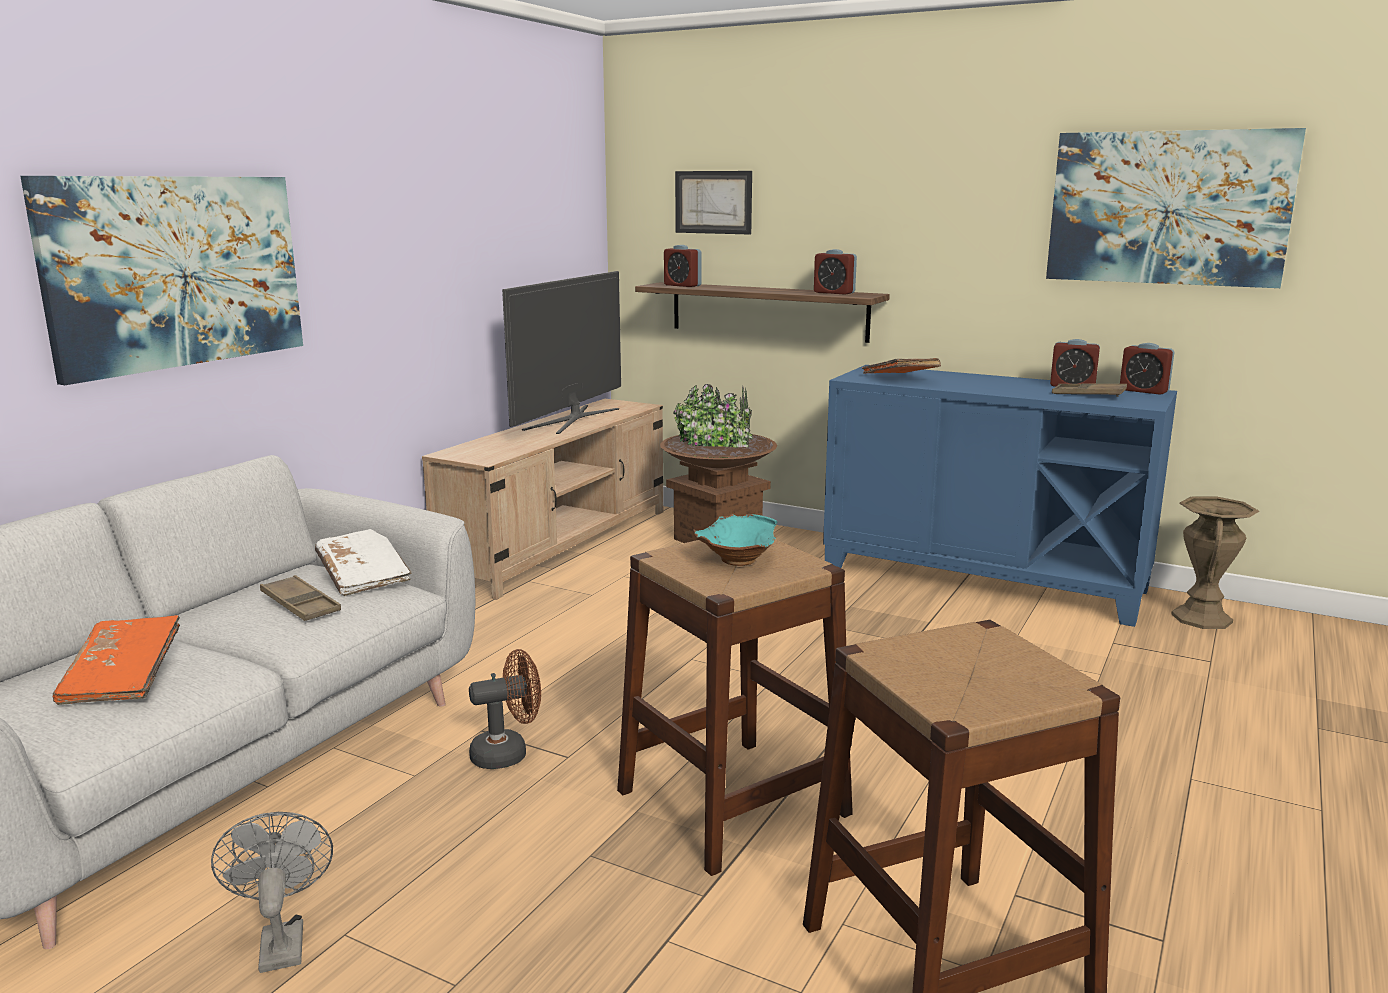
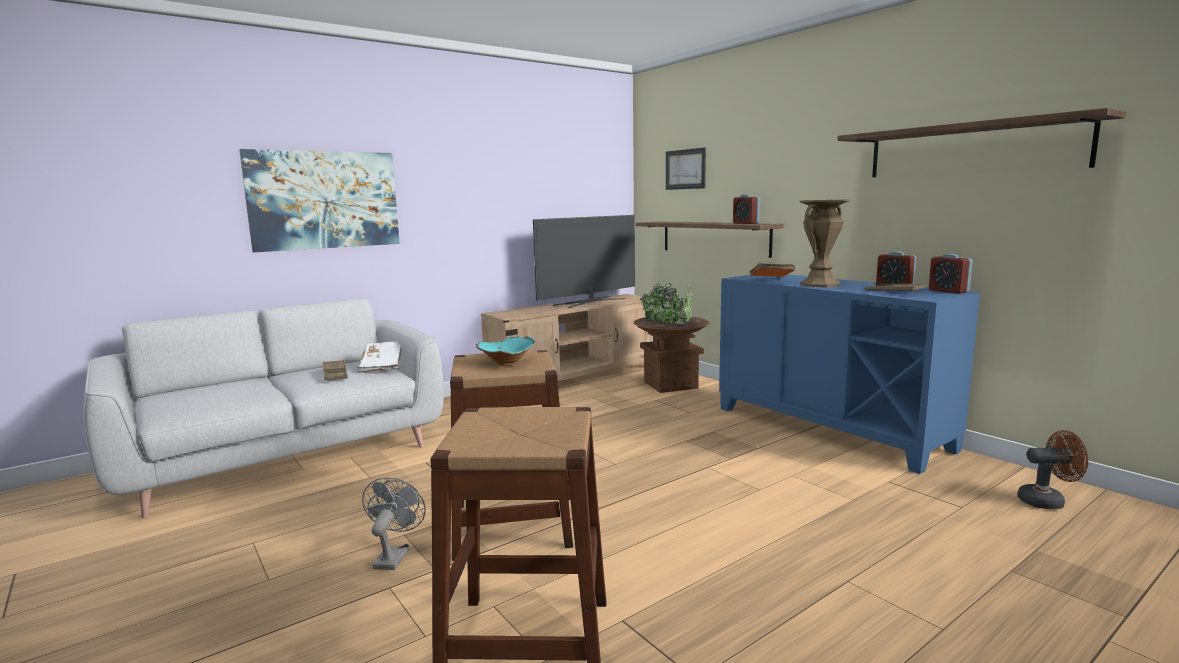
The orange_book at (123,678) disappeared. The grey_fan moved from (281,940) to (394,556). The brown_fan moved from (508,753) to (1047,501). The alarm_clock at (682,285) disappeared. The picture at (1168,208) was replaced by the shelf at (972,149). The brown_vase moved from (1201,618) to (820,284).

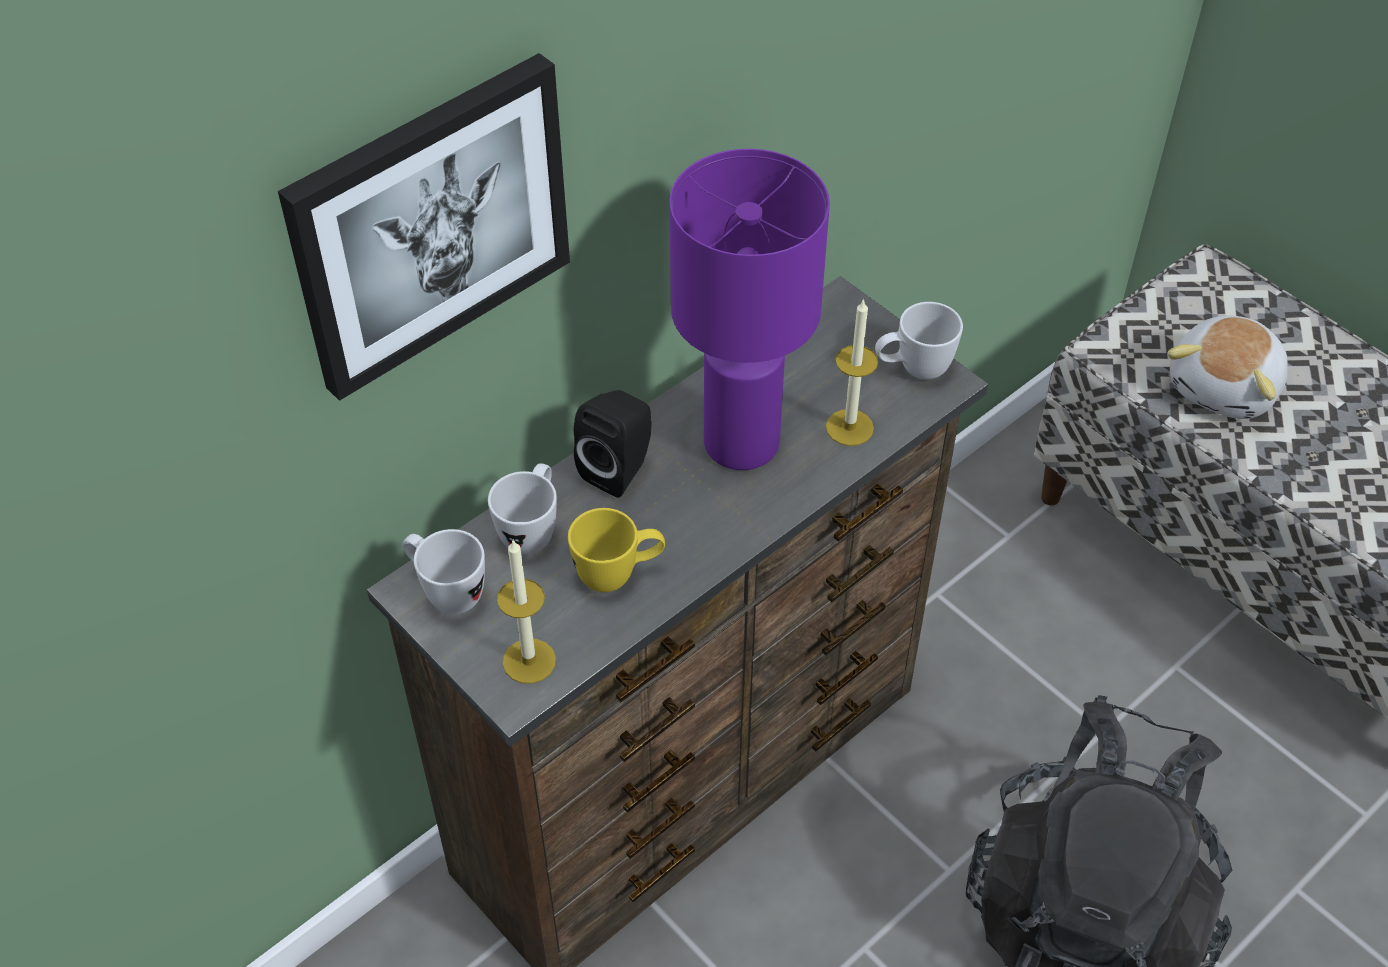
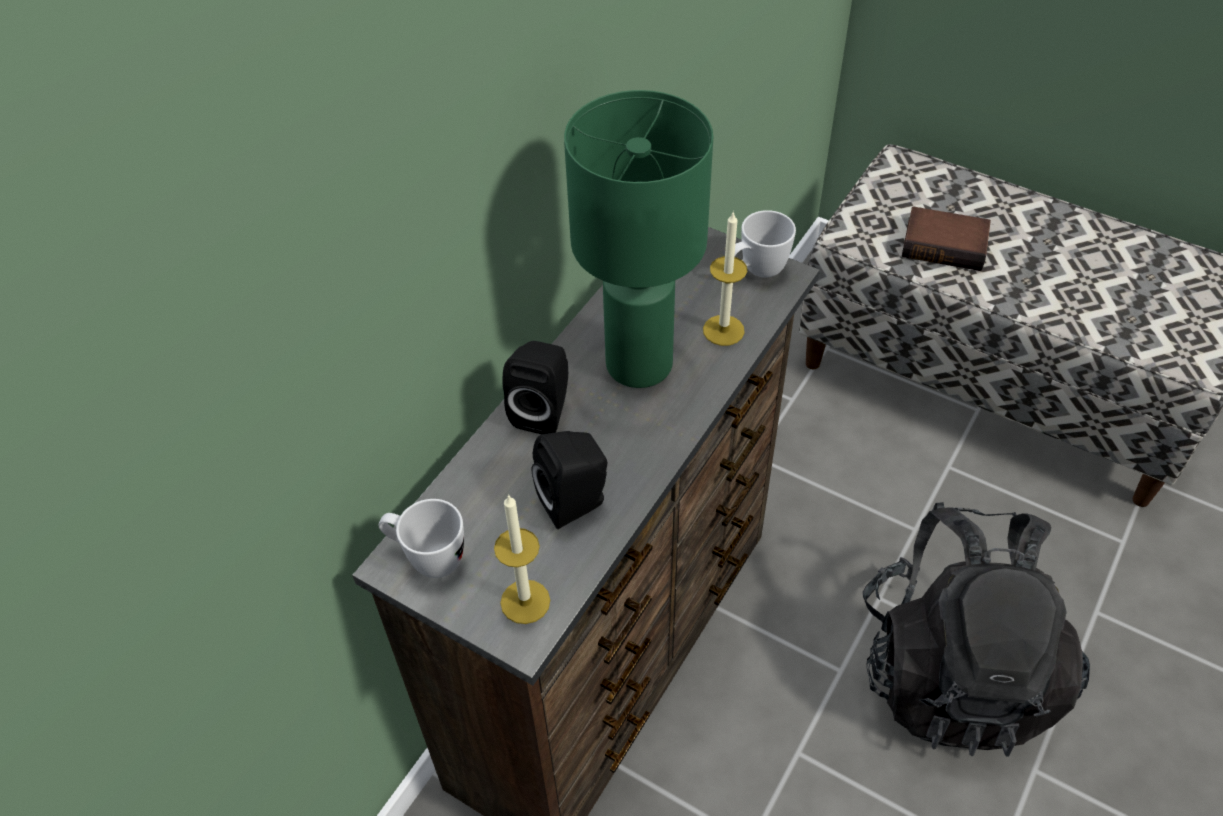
The picture at (430,223) disappeared. The white_mug at (532,529) disappeared. The yellow_mug at (618,574) was replaced by the black_speaker at (576,503). The purple_table_lamp at (743,443) became the green_table_lamp at (641,363). The plush_toy at (1226,387) was replaced by the book at (945,244).

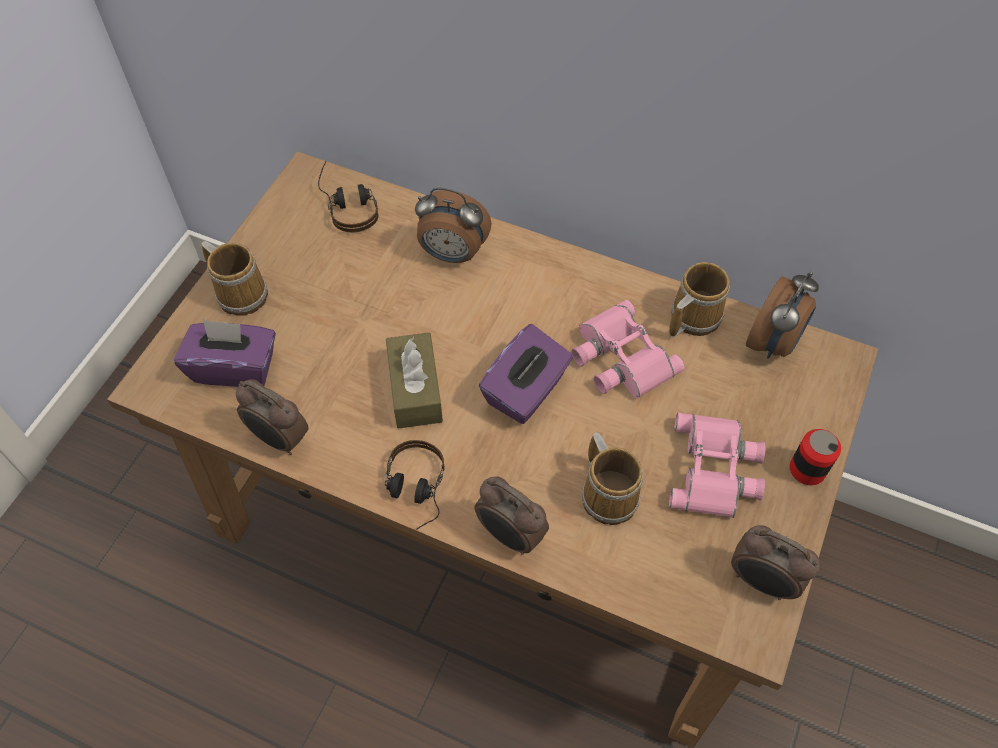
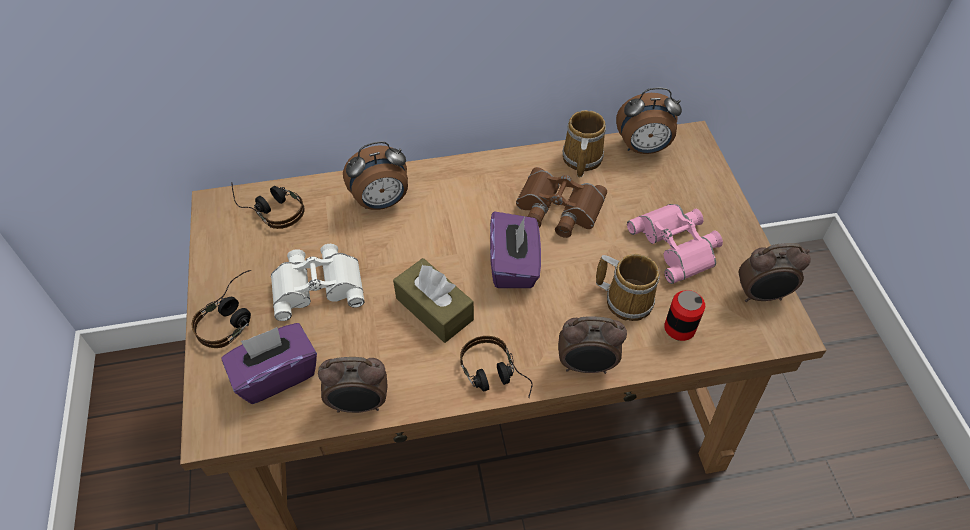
The mug at (241,292) was replaced by the headphones at (233,316). The pink_binoculars at (619,358) became the brown_binoculars at (557,209). The alarm_clock at (773,342) turned 90 degrees clockwise. The can moved from (807,469) to (679,328). The white_binoculars at (318,284) appeared.

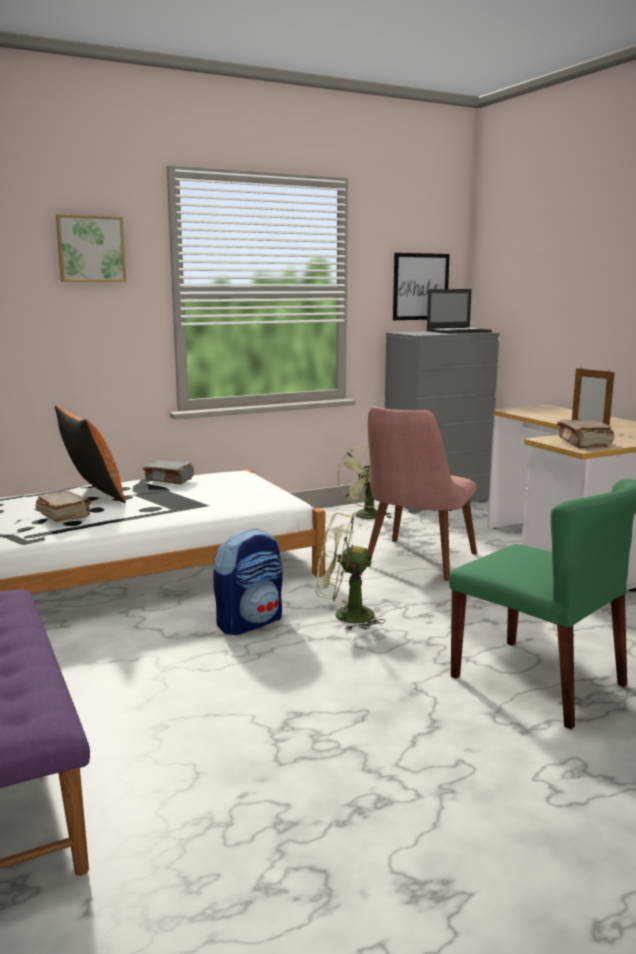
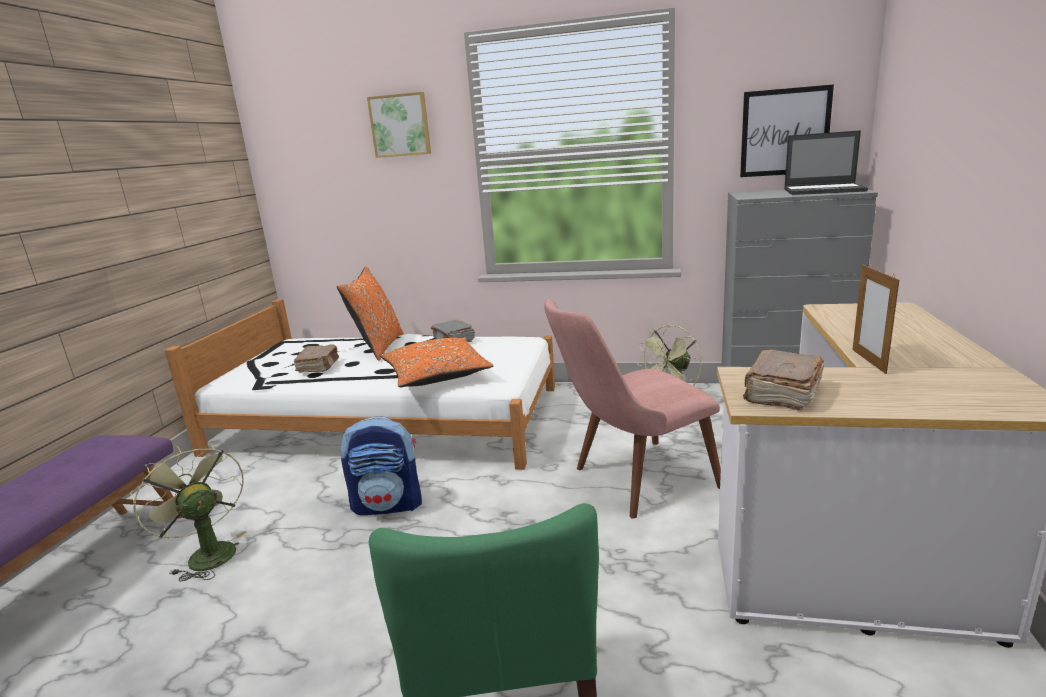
The green_fan moved from (344,616) to (207,553). The orange_pillow at (436,375) appeared.

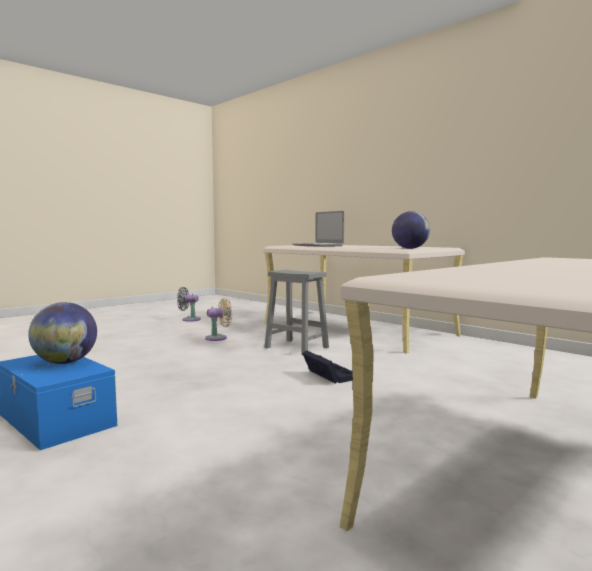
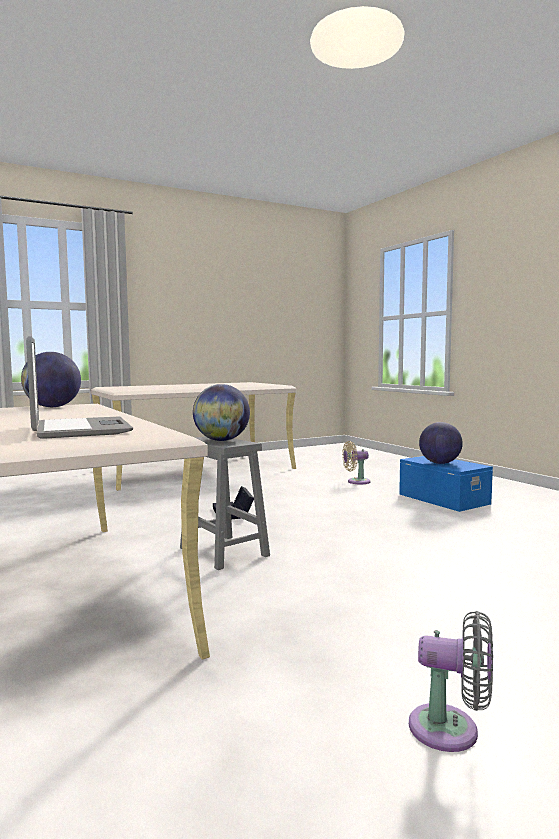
The beige_fan moved from (218,338) to (356,482). The globe at (222,440) appeared.

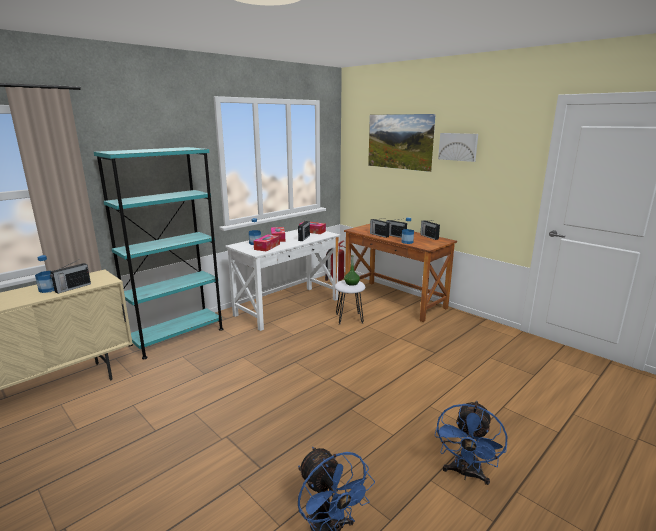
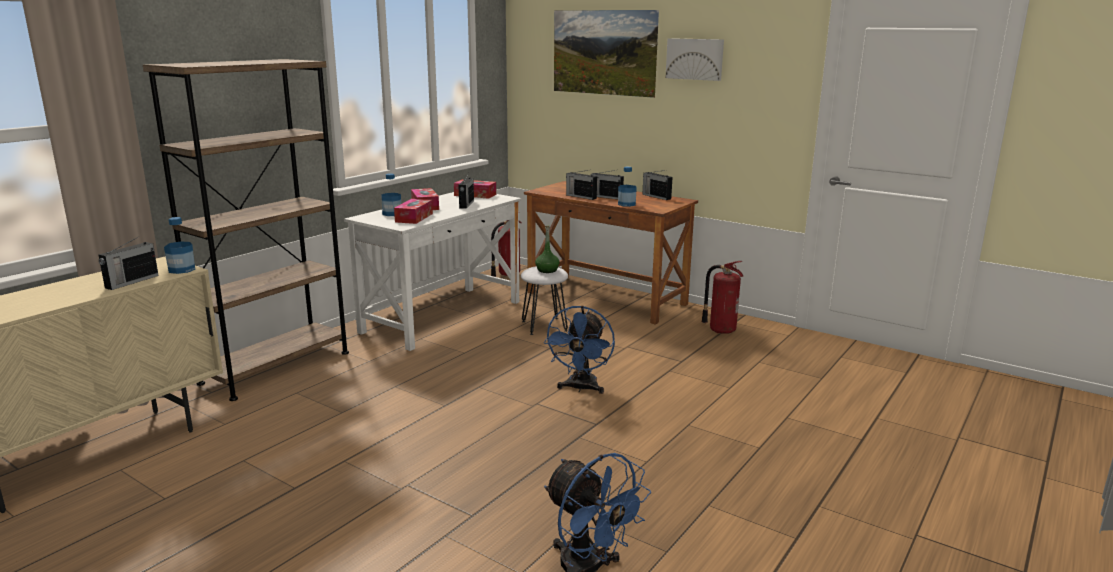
The bottle moved from (48,289) to (182,269). The turquoise_bookcase at (177,337) became the brown_bookcase at (276,367). The blue_fan moved from (465,474) to (581,388). The fire_extinguisher at (721,330) appeared.

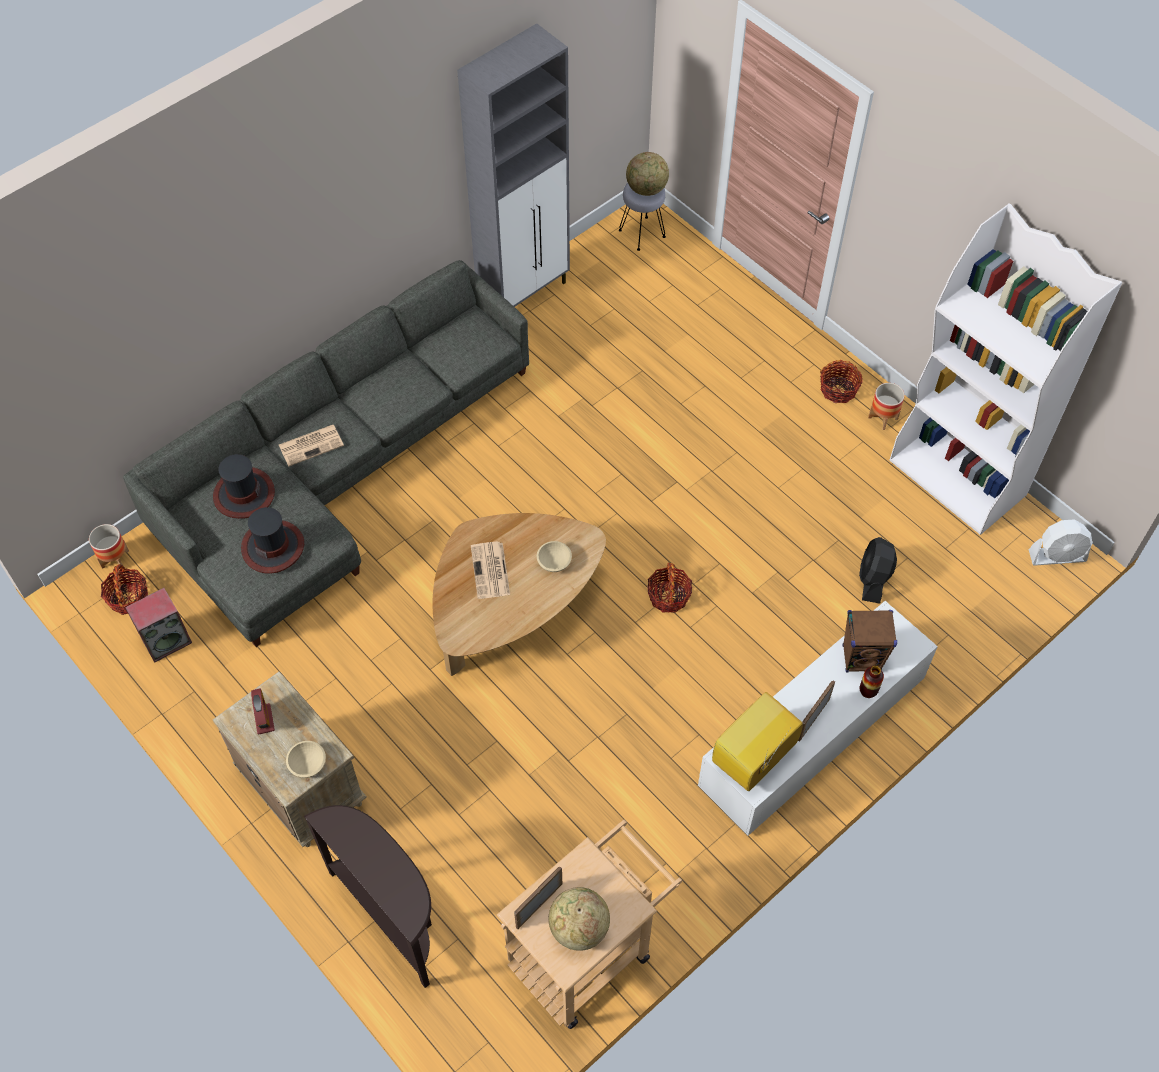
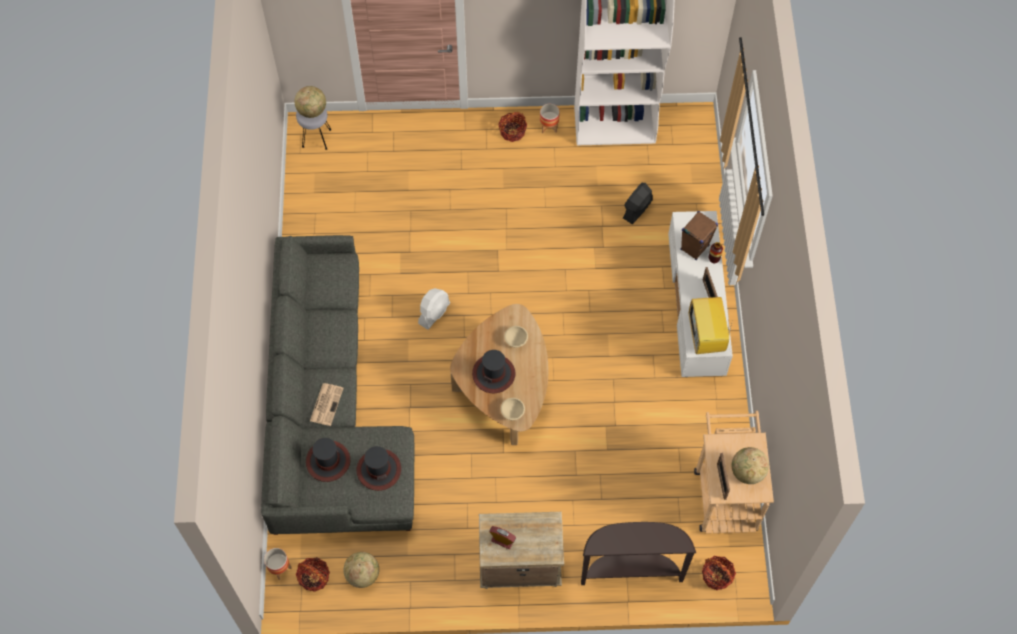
The speaker at (167,640) was replaced by the globe at (362,574). The beige_bowl moved from (308,764) to (513,412). The grey_cabinet at (524,293) disappeared. The newspaper at (490,571) was replaced by the hat at (494,373). The basket moved from (668,596) to (717,576). The black_fan at (873,579) turned 75 degrees clockwise. The white_fan moved from (1057,556) to (434,313).

